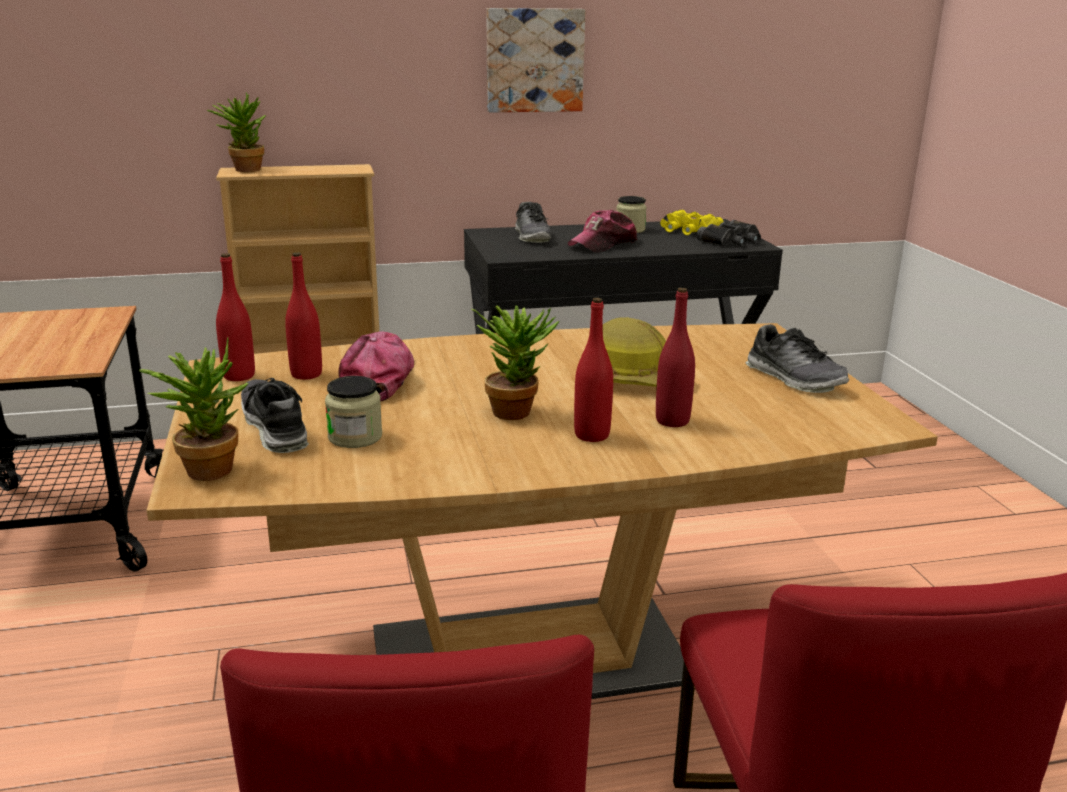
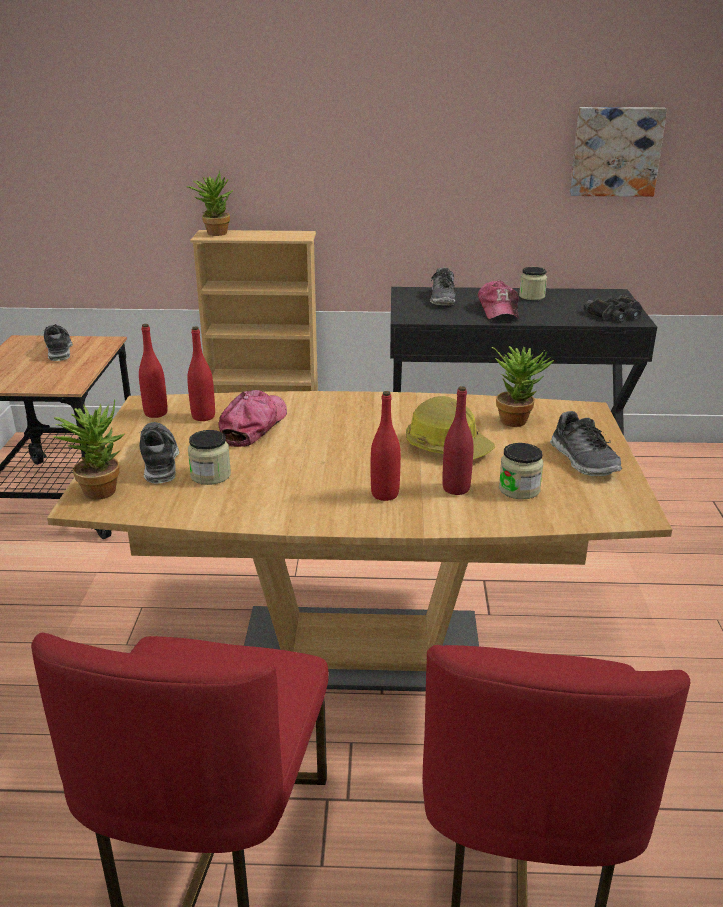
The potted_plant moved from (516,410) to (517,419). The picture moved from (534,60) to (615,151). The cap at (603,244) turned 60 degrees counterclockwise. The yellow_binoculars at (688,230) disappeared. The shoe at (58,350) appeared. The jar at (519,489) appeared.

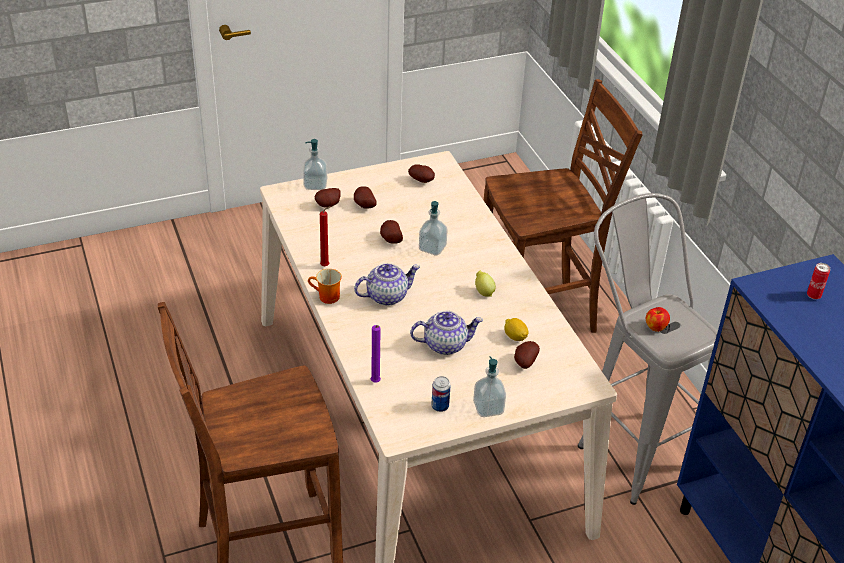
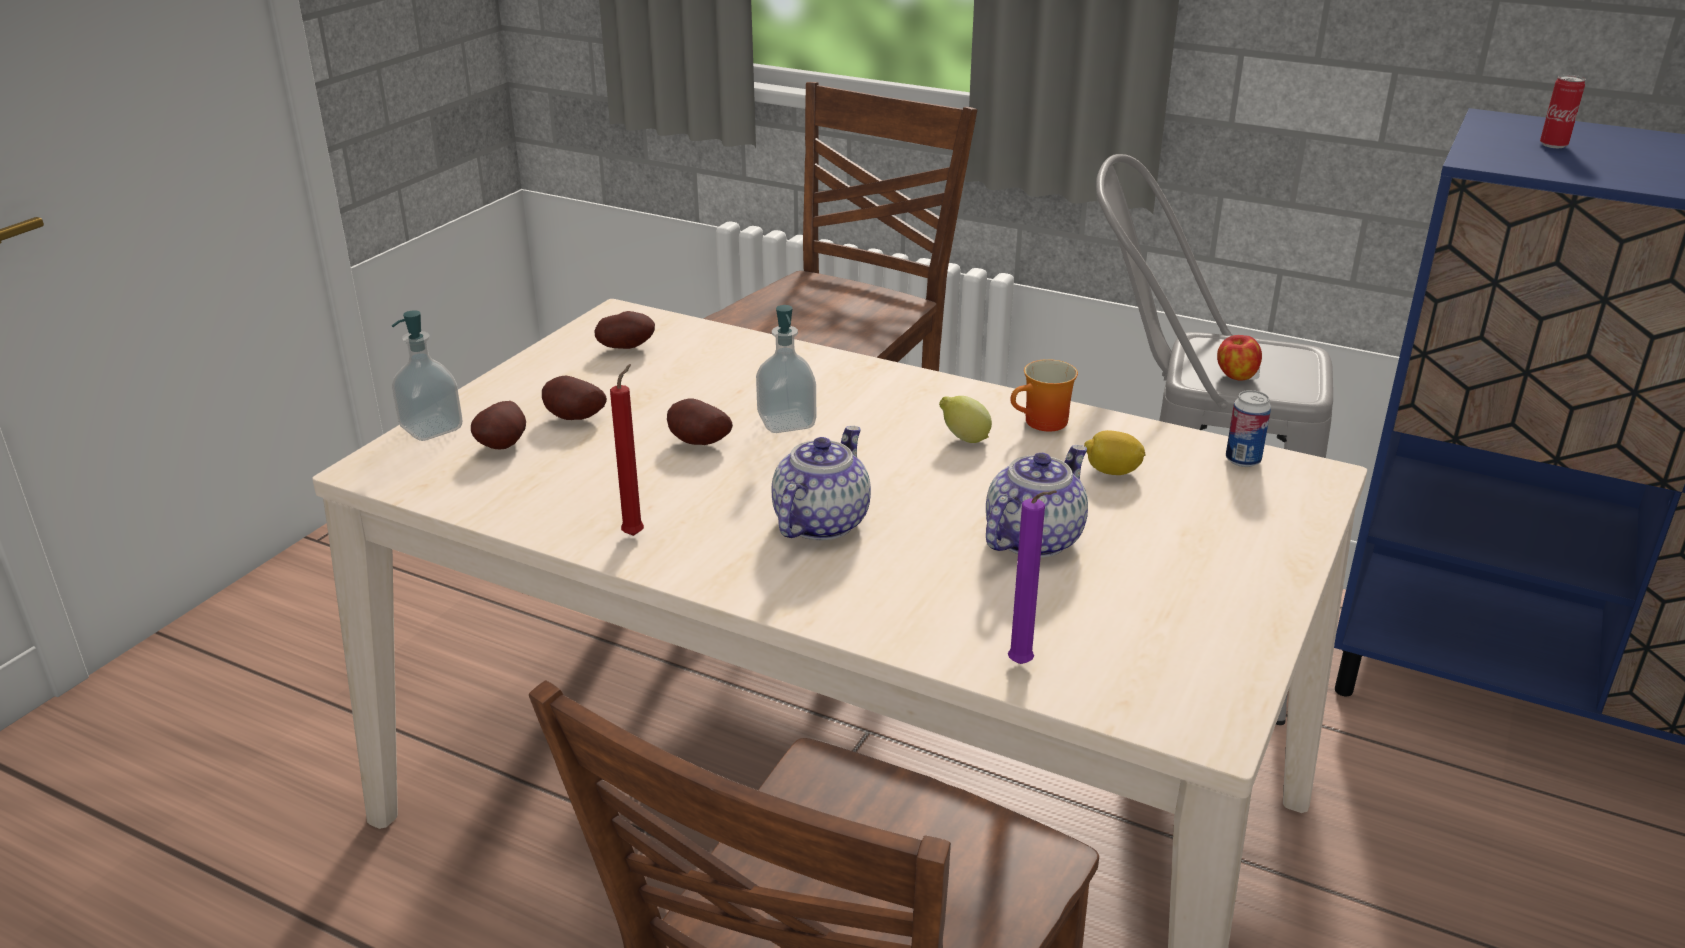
The mug moved from (326,297) to (1044,424). The can moved from (440,406) to (1243,460). The soap_dispenser at (488,408) disappeared. The potato at (524,362) disappeared.

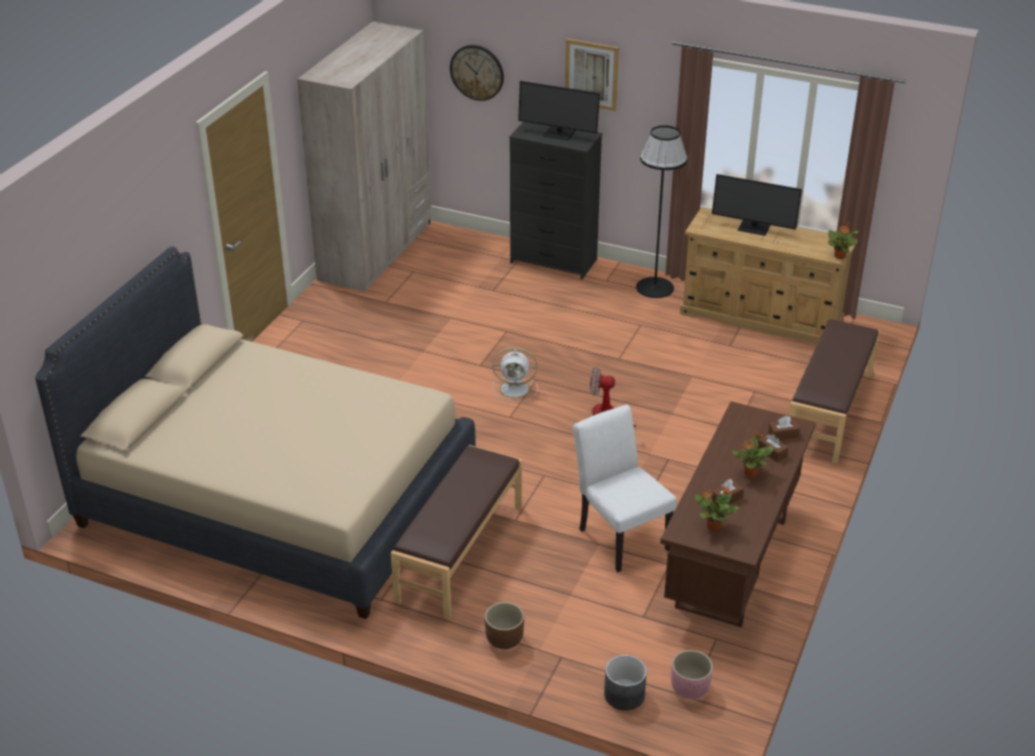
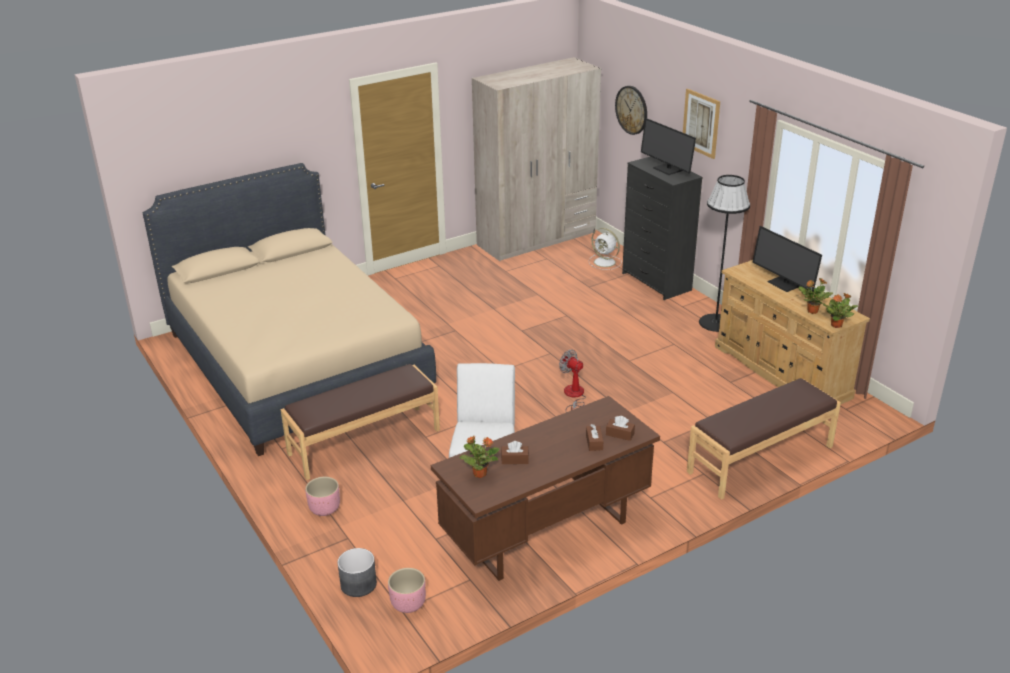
The brown_planter at (504,640) became the pink_planter at (324,509). The white_fan moved from (516,389) to (605,262). The potted_plant moved from (750,474) to (812,311).

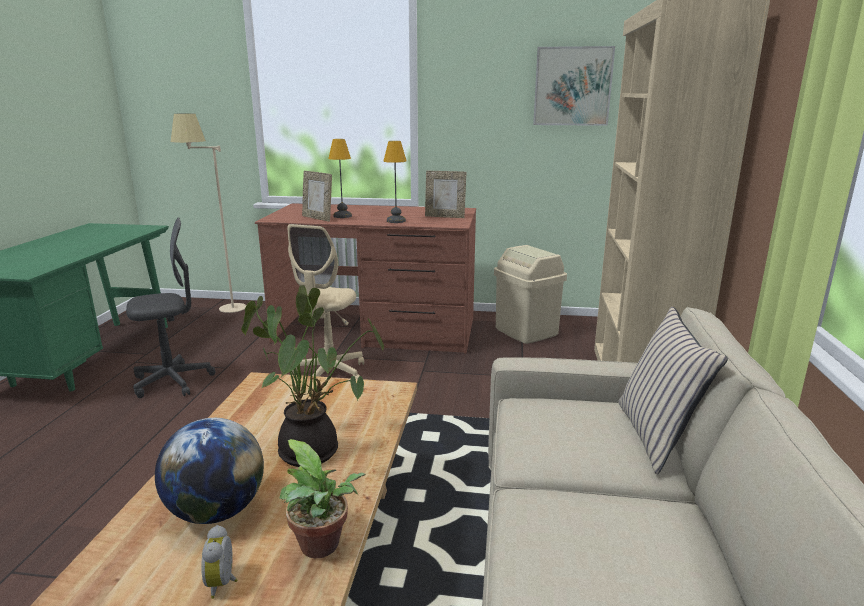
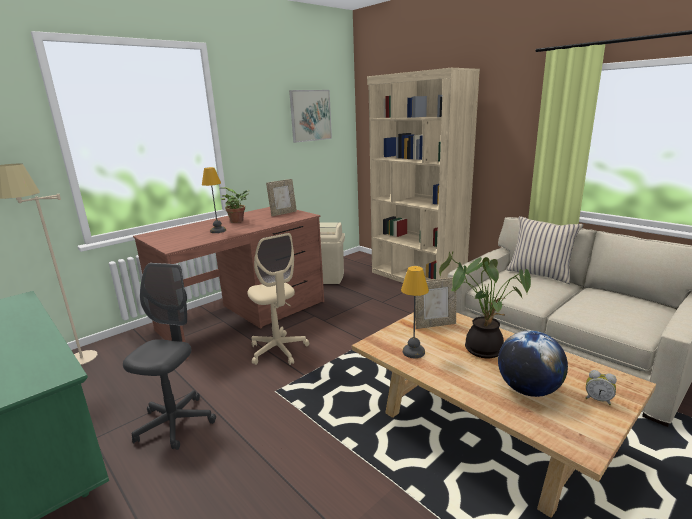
The potted_plant moved from (322,548) to (238,221). The picture_frame moved from (318,218) to (435,324). The table_lamp moved from (396,220) to (413,351).

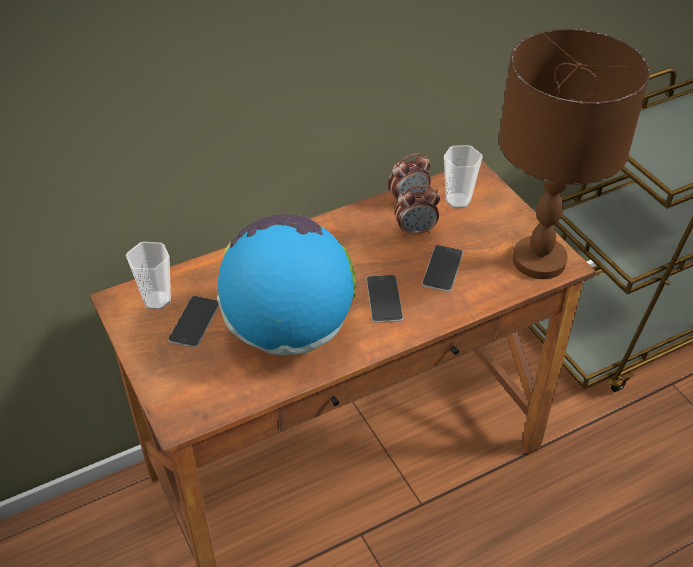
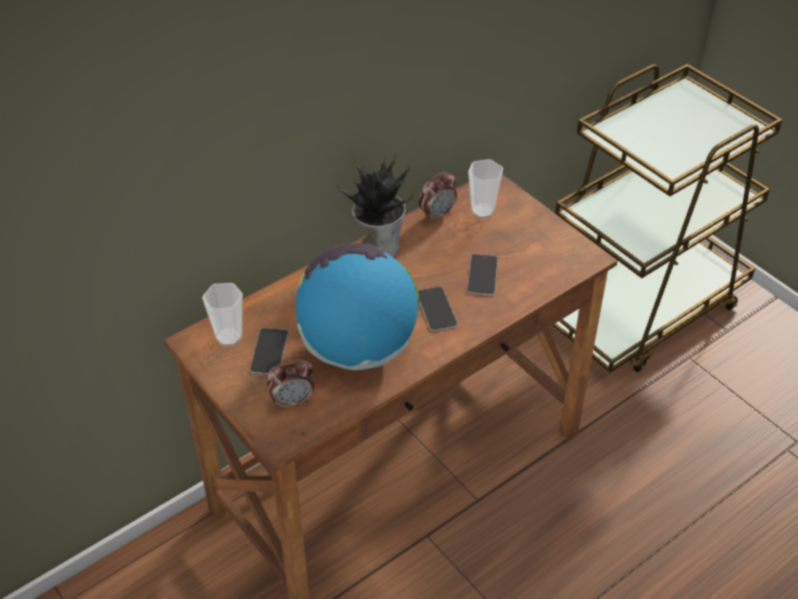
The alarm_clock moved from (416,231) to (292,401). The brown_table_lamp at (540,260) disappeared. The potted_plant at (379,245) appeared.

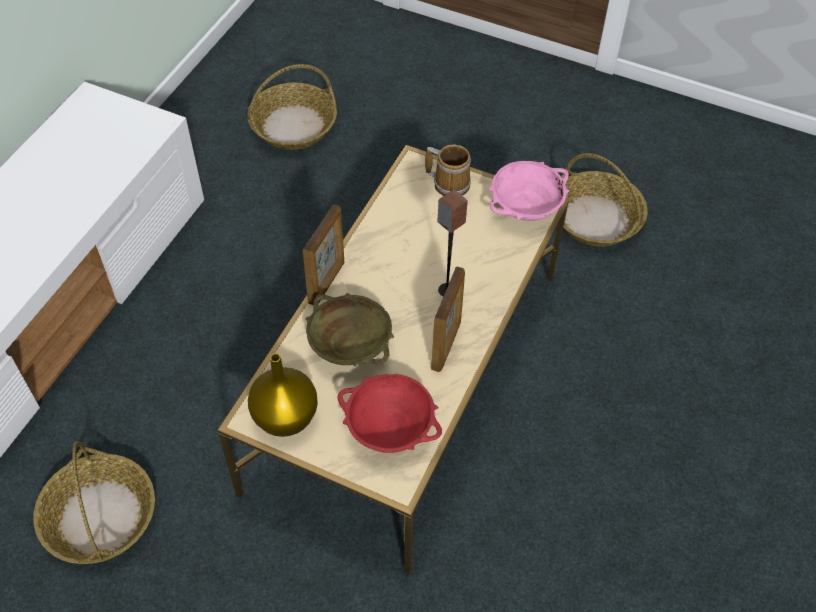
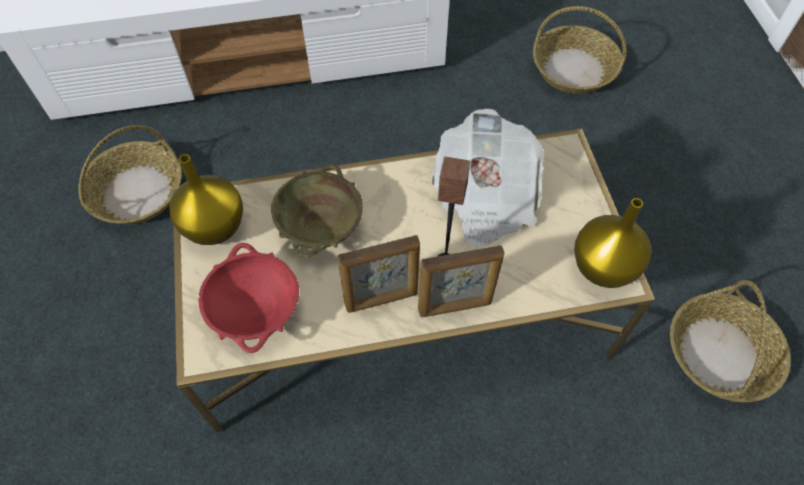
The picture_frame moved from (327,282) to (455,307). The mug at (449,183) disappeared. The pink_bowl at (525,208) was replaced by the yellow_vase at (604,267). The newspaper at (485,198) appeared.

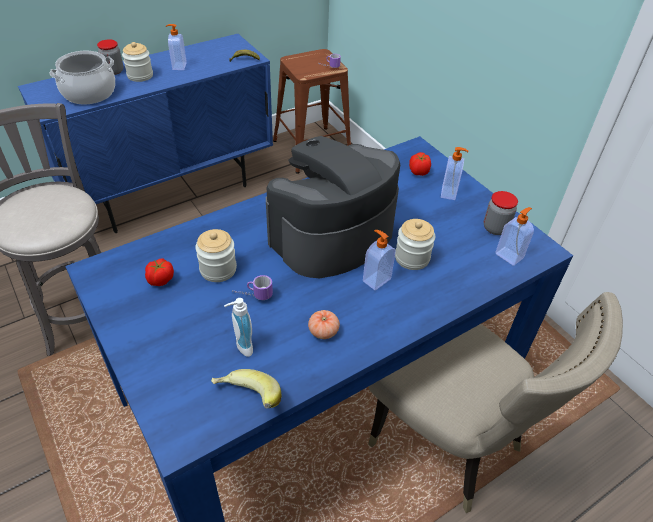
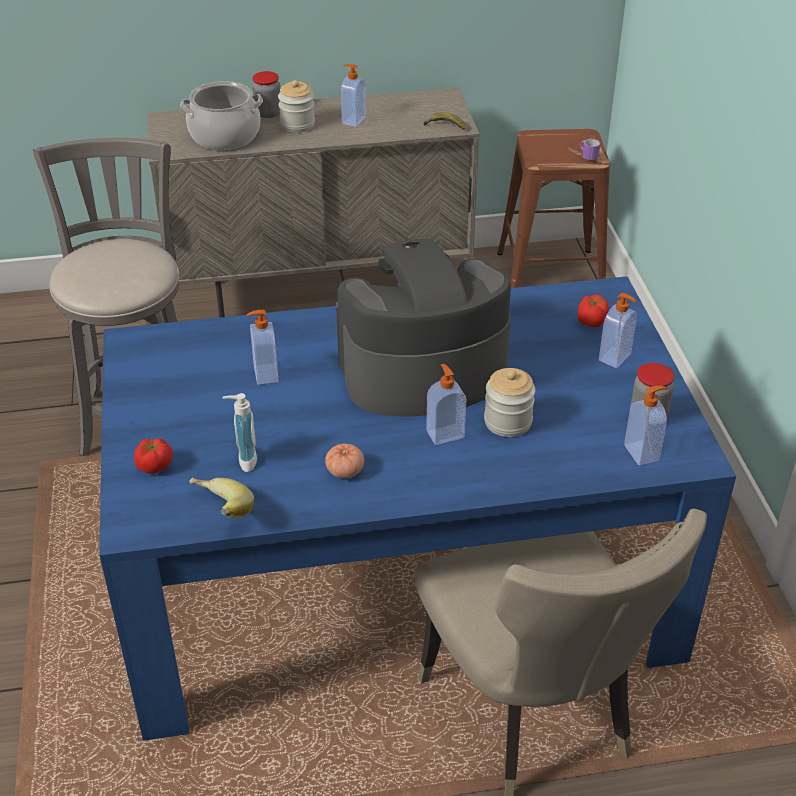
The blue_cabinet at (173,193) became the beige_cabinet at (320,295). The tomato moved from (160,280) to (154,466). The jar at (218,269) was replaced by the soap_dispenser at (264,374). The mug at (252,295) disappeared.

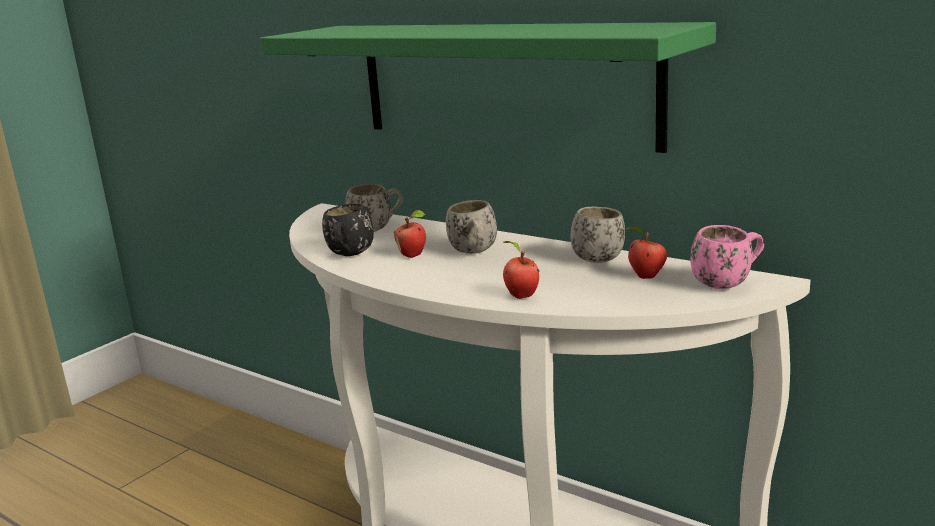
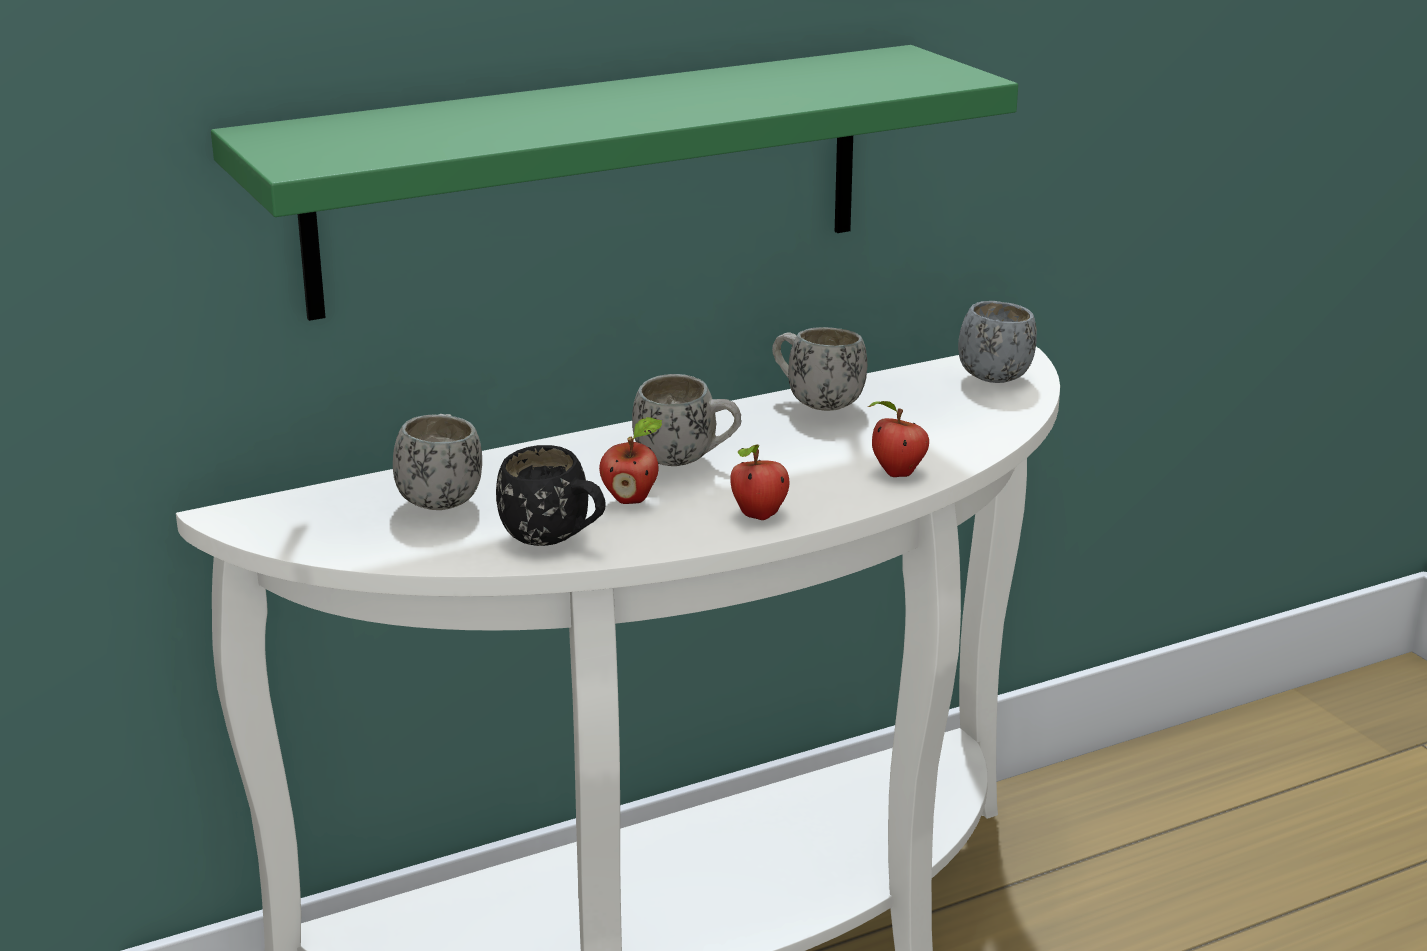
The apple moved from (645,277) to (759,516). The pink_mug at (728,283) became the grey_mug at (994,373).

